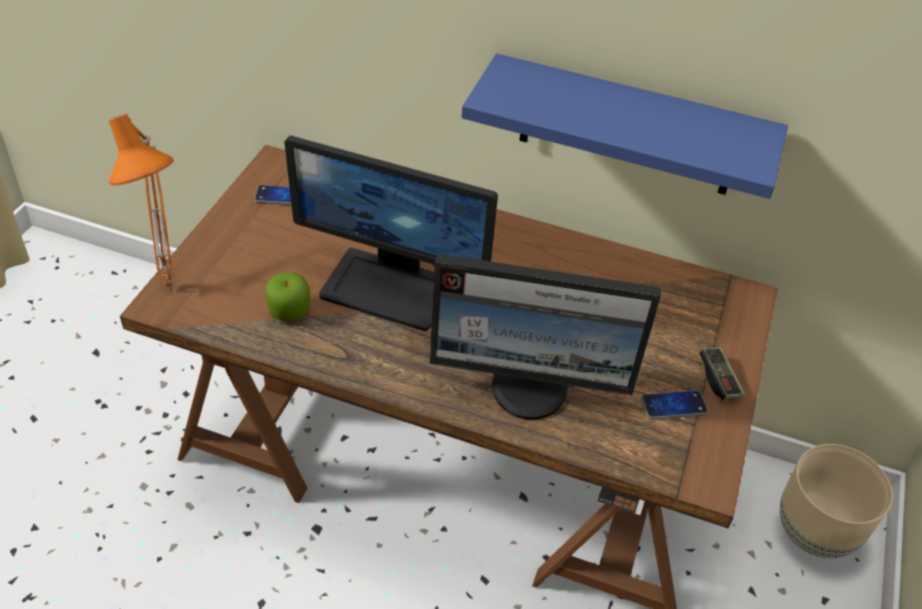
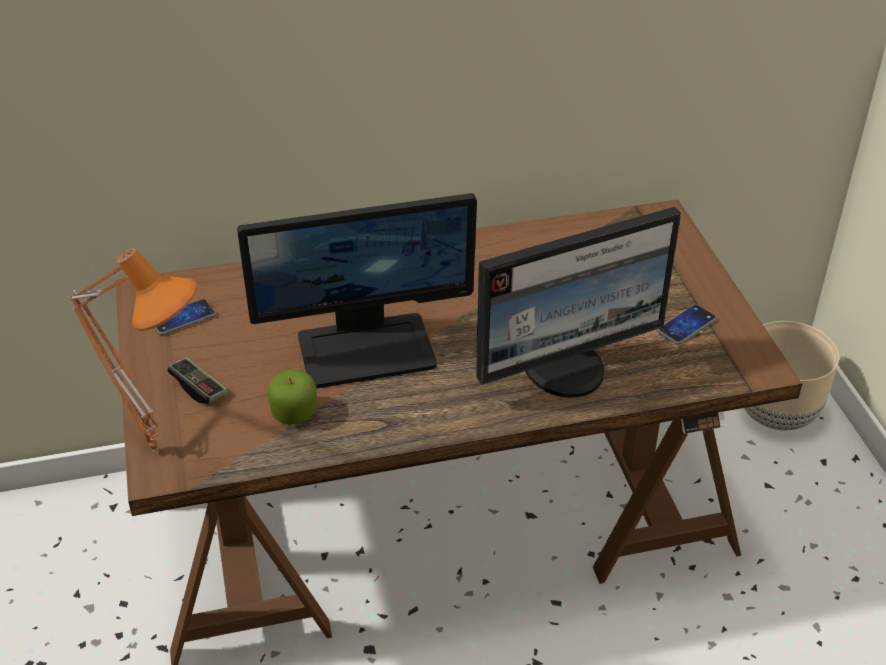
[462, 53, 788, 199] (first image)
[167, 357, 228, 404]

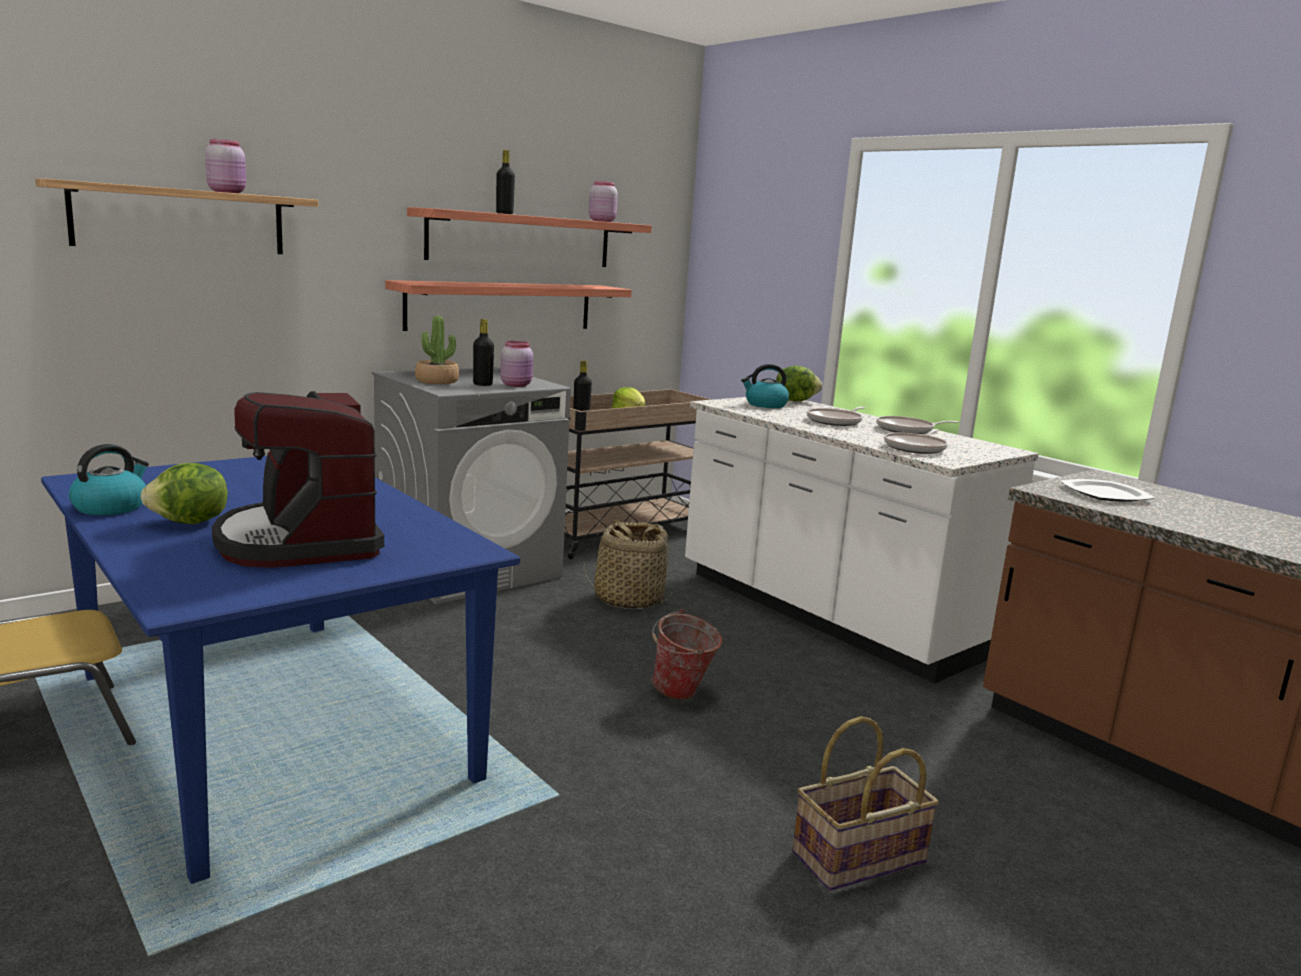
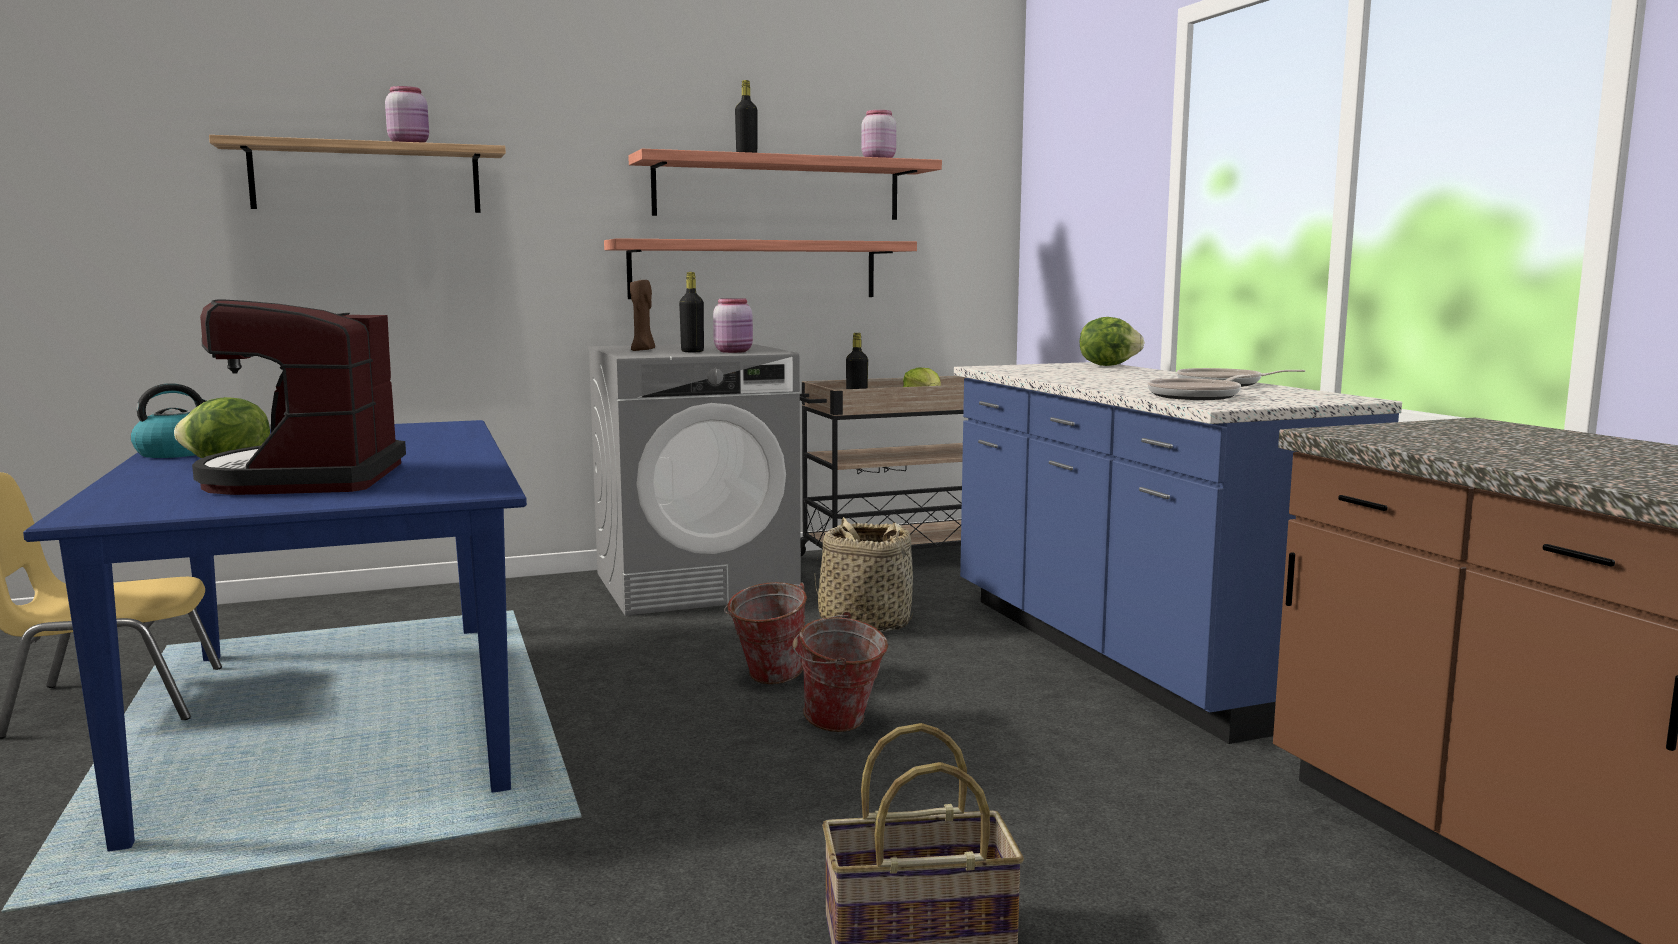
[630, 278, 655, 351]
[954, 362, 1402, 744]
[741, 364, 789, 408] (first image)
[807, 407, 865, 426] (first image)
[1060, 479, 1155, 502] (first image)
[724, 582, 807, 684]

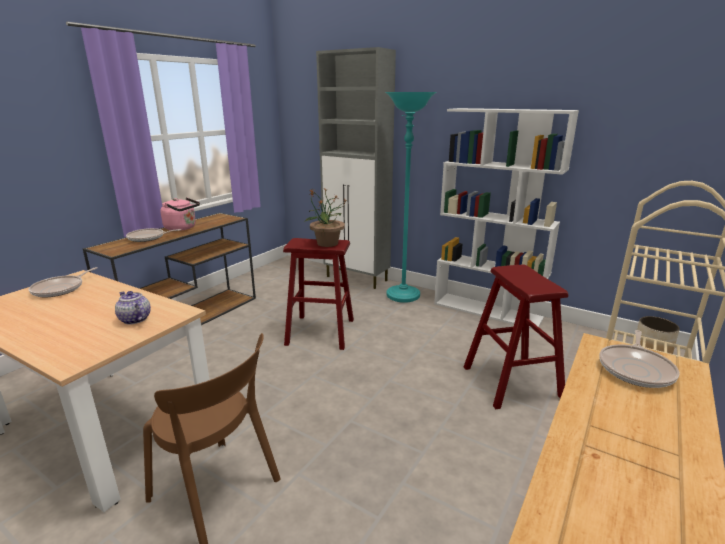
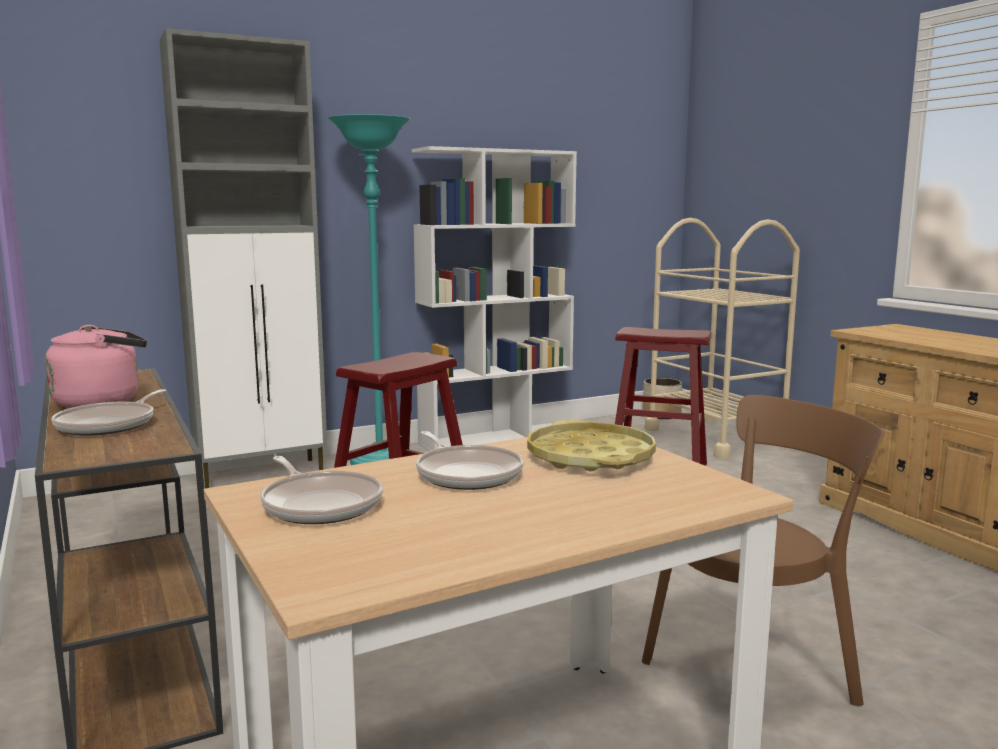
[527, 420, 656, 471]
[304, 188, 347, 247] (first image)
[416, 431, 524, 490]

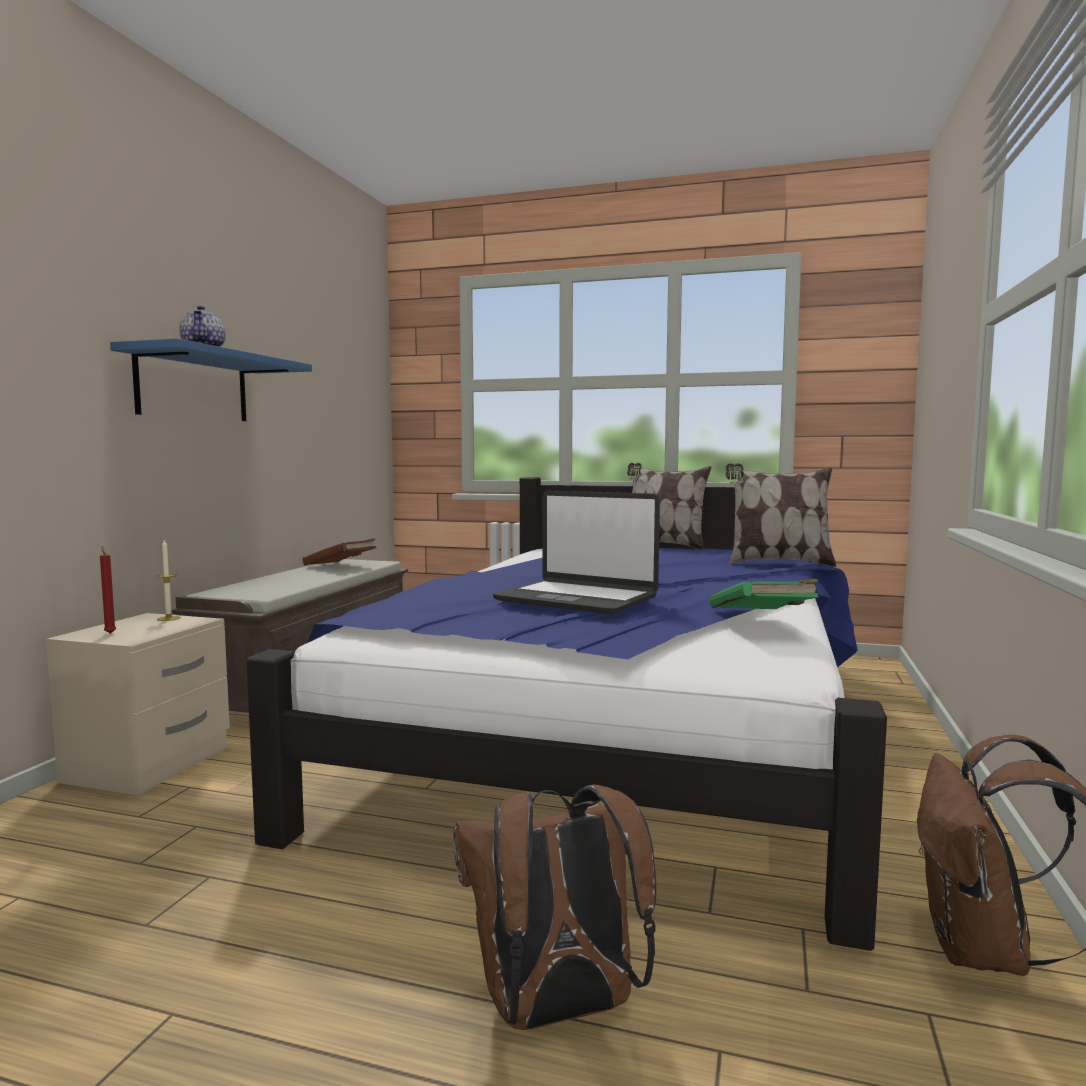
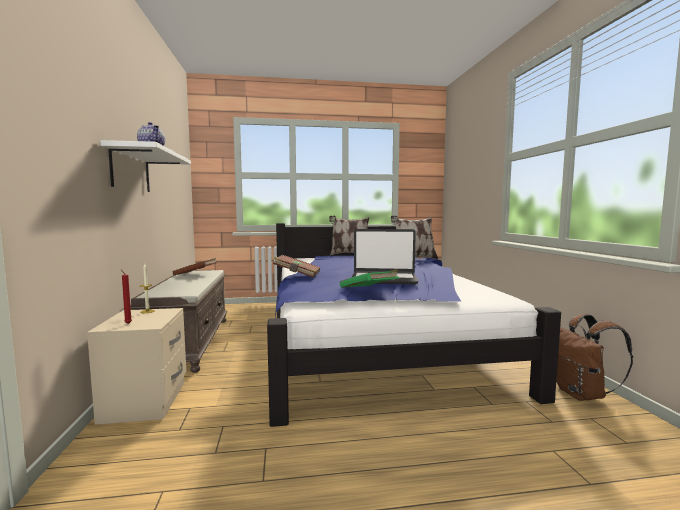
[100, 140, 191, 192]
[453, 784, 656, 1030] (first image)
[340, 269, 399, 288]
[273, 255, 320, 278]

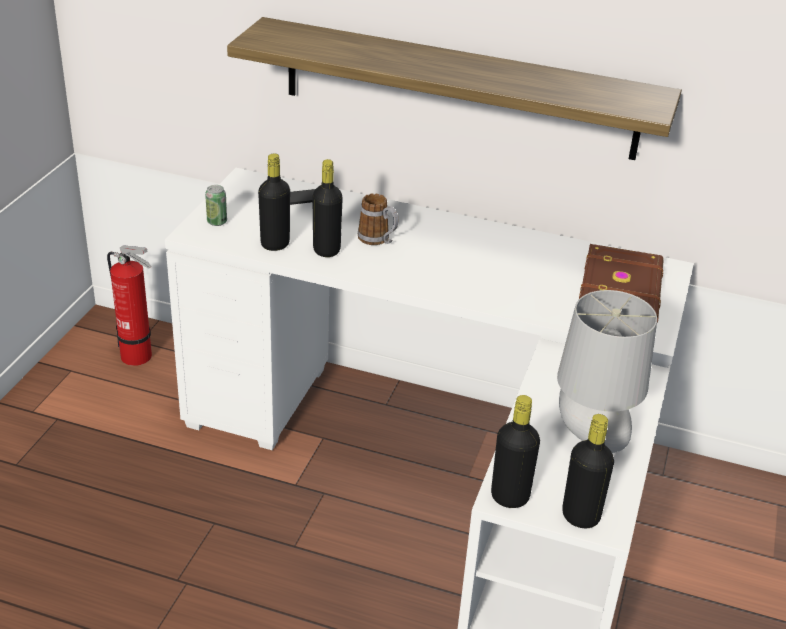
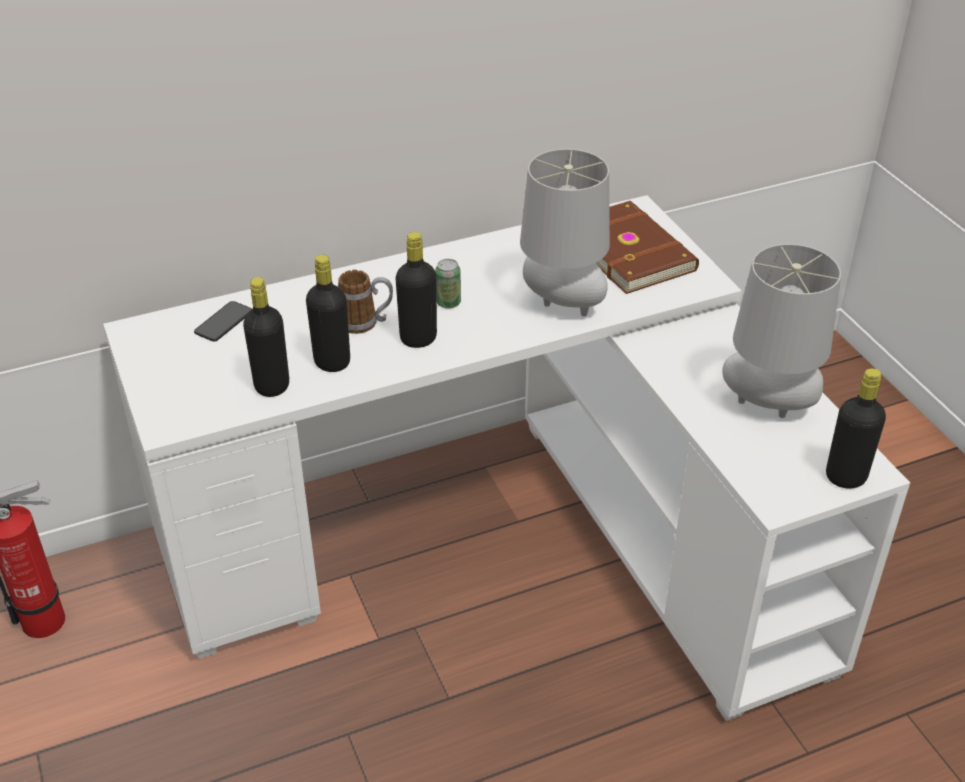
[435, 259, 461, 309]
[227, 17, 682, 160] (first image)
[395, 232, 437, 348]
[520, 149, 610, 317]

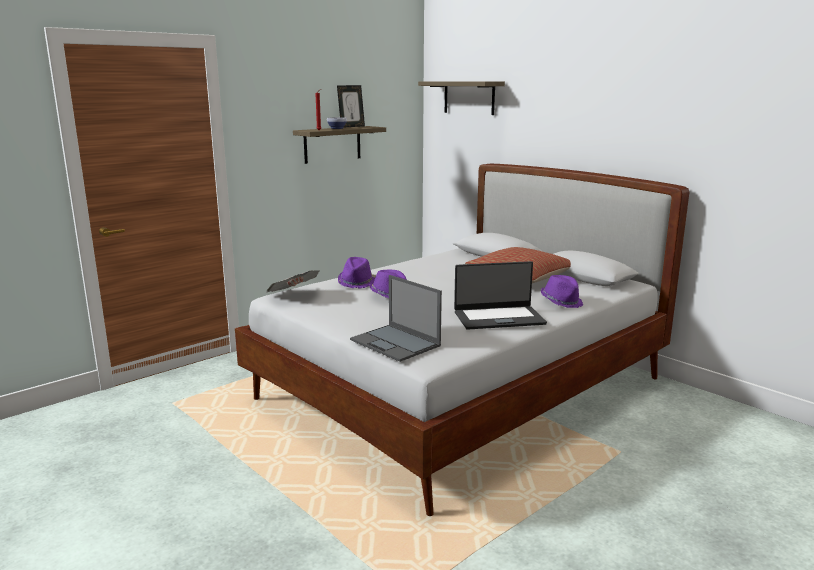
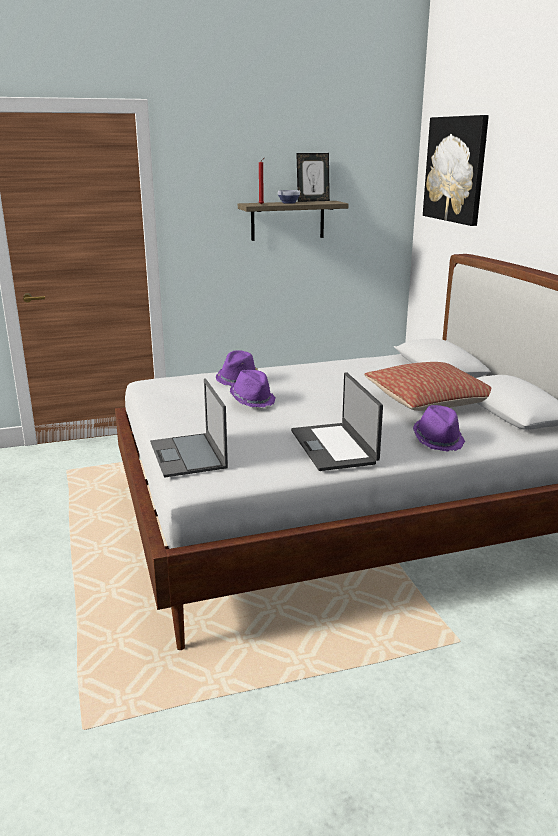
[266, 270, 319, 292] (first image)
[423, 115, 489, 226]
[291, 372, 383, 471]

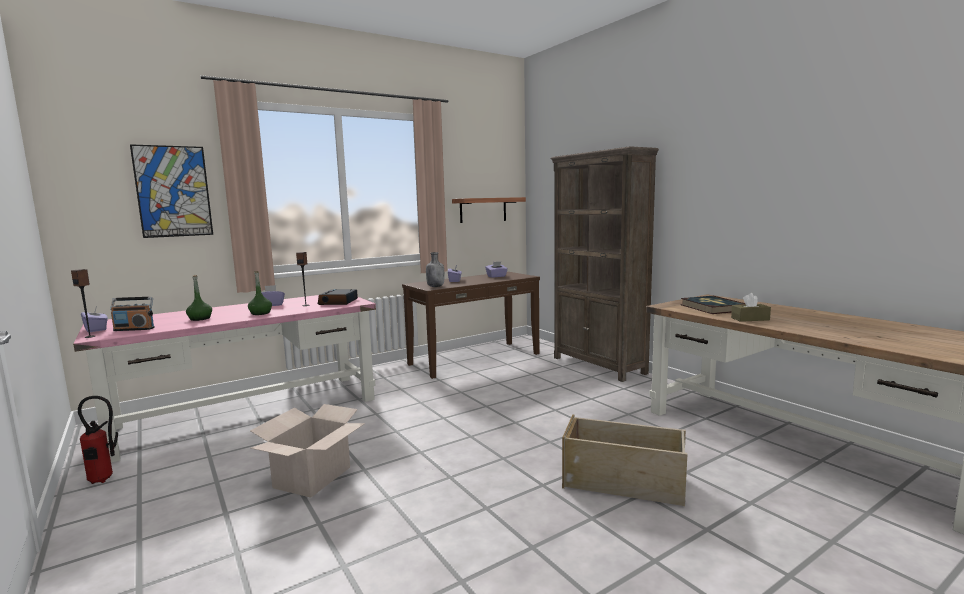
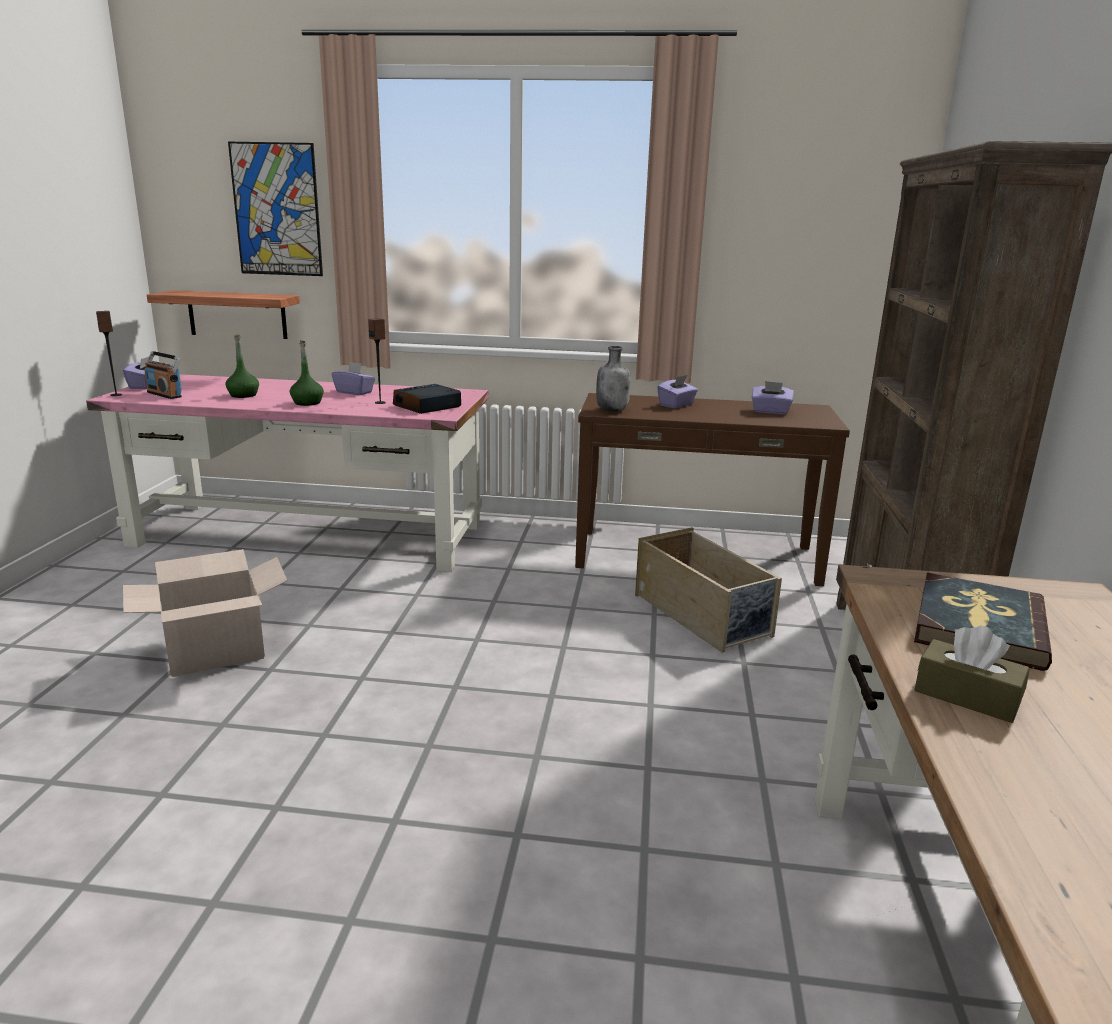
[78, 396, 118, 484] (first image)
[147, 290, 300, 339]
[635, 527, 782, 653]

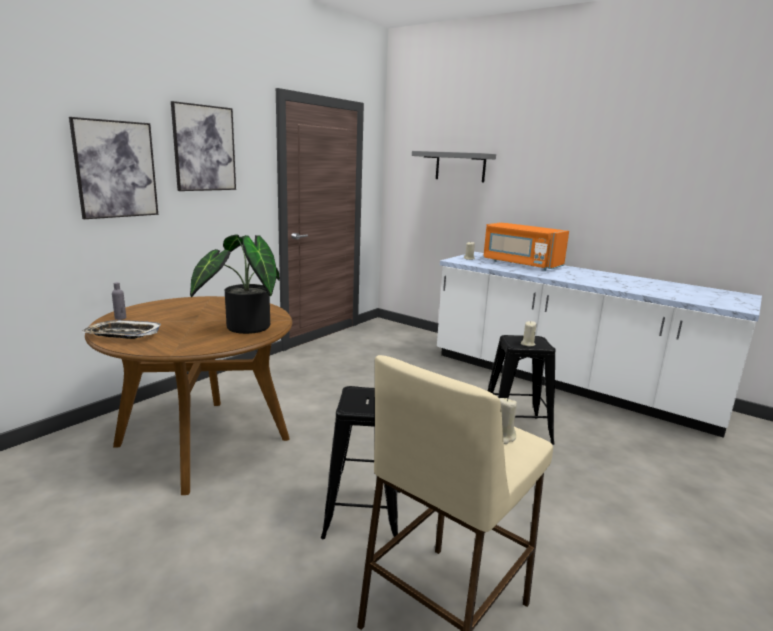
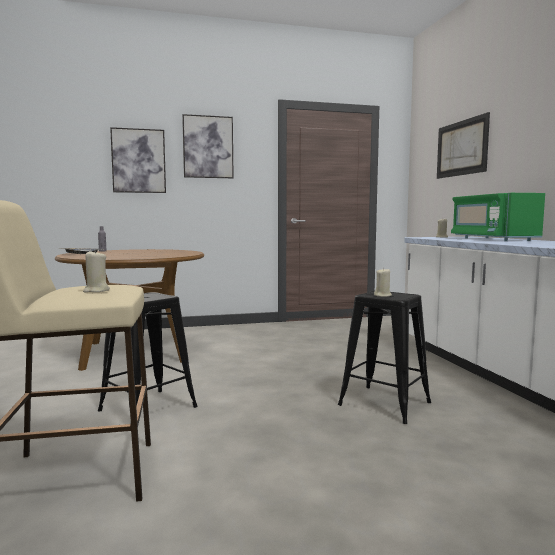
[190, 235, 280, 334] (first image)
[437, 112, 490, 179]
[451, 193, 545, 241]

